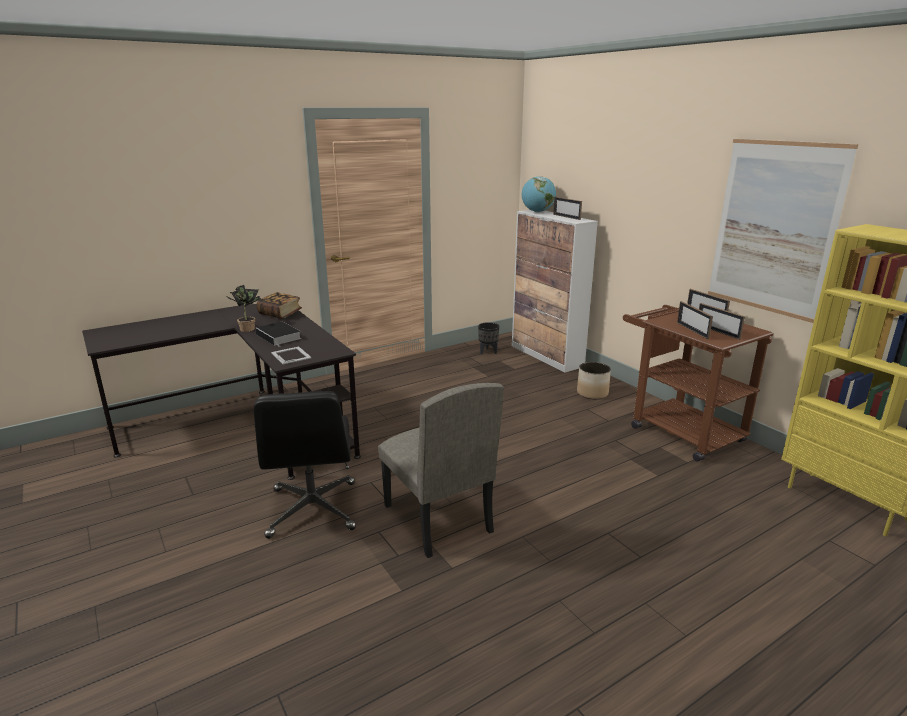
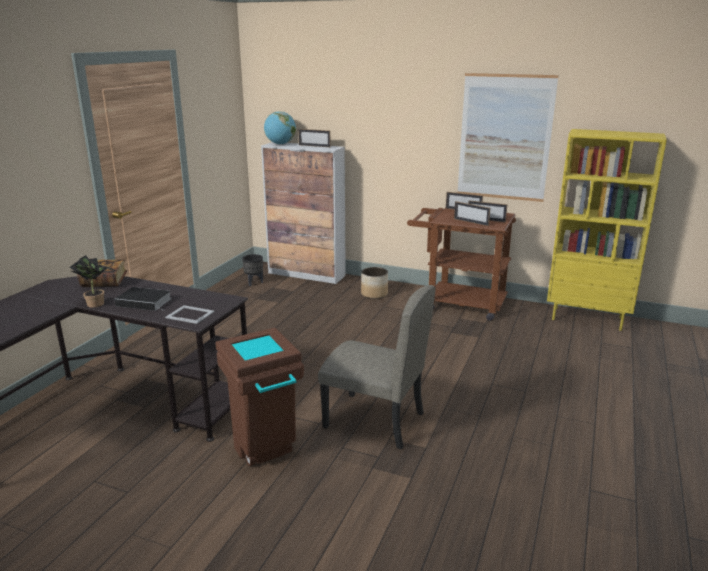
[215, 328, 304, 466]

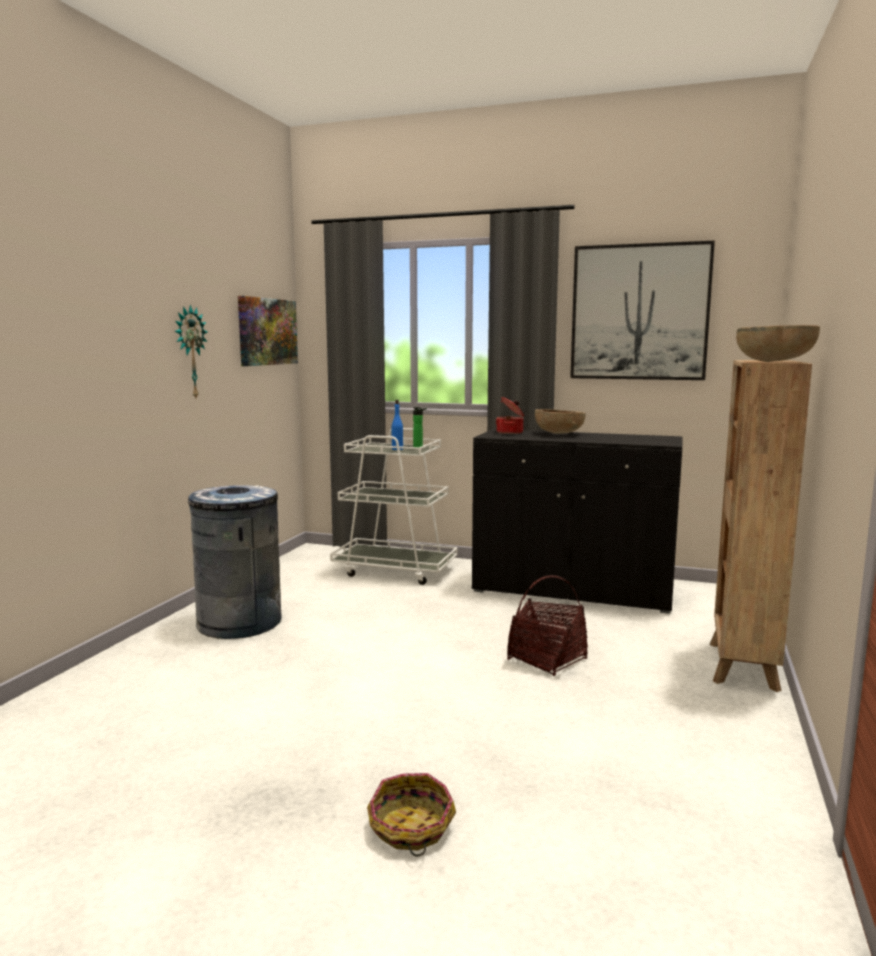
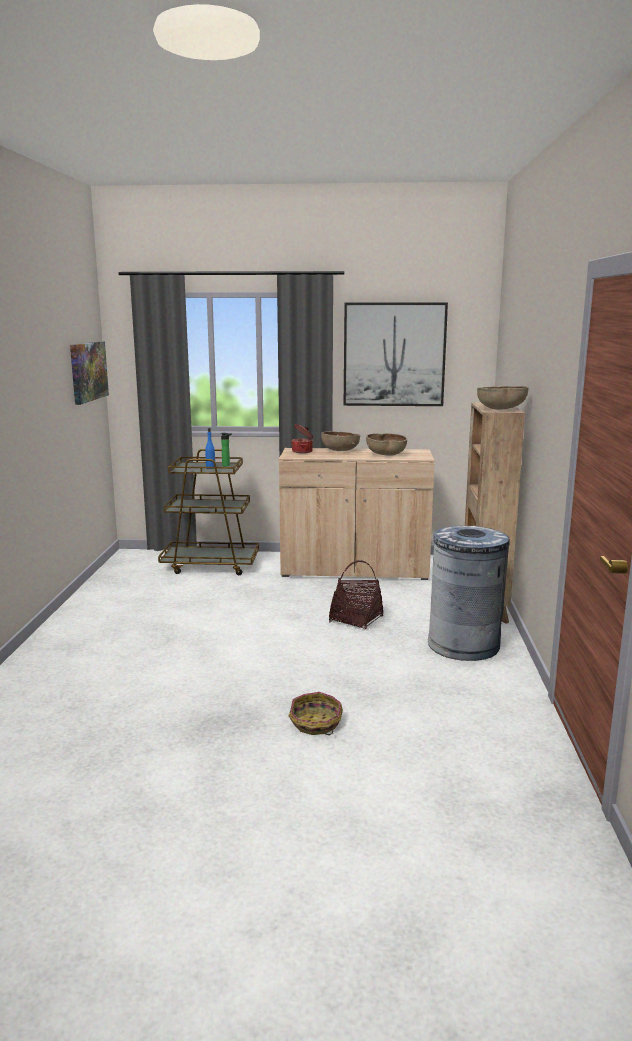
[175, 305, 207, 398] (first image)
[428, 526, 510, 661]
[158, 449, 259, 575]
[279, 448, 435, 580]
[366, 433, 407, 456]

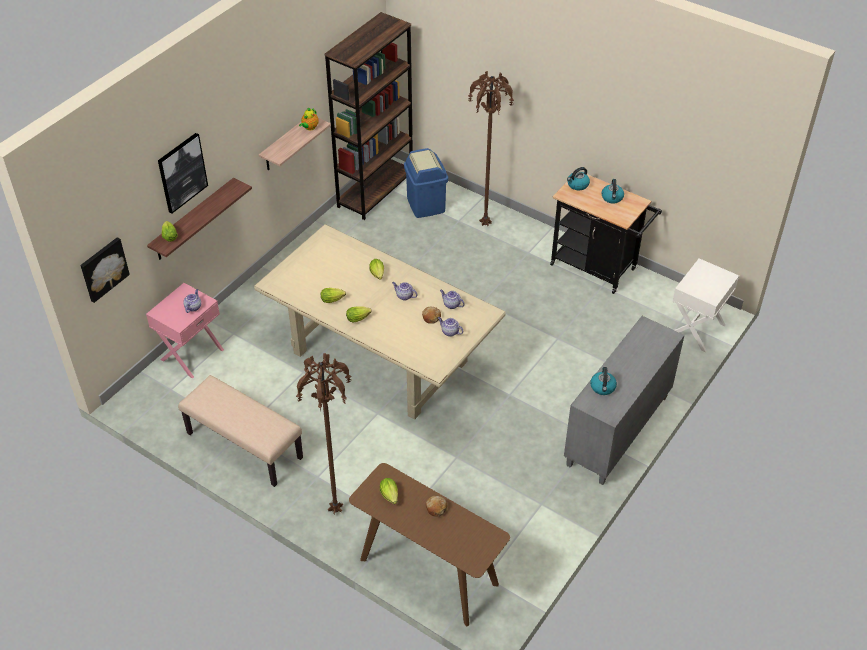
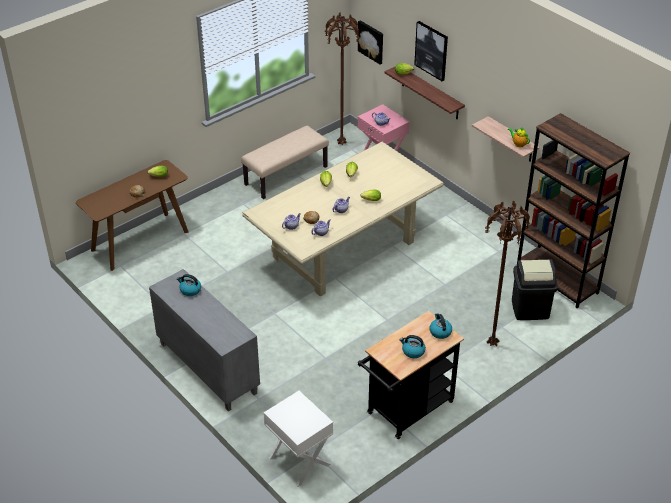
[325, 12, 360, 145]
[512, 259, 558, 320]

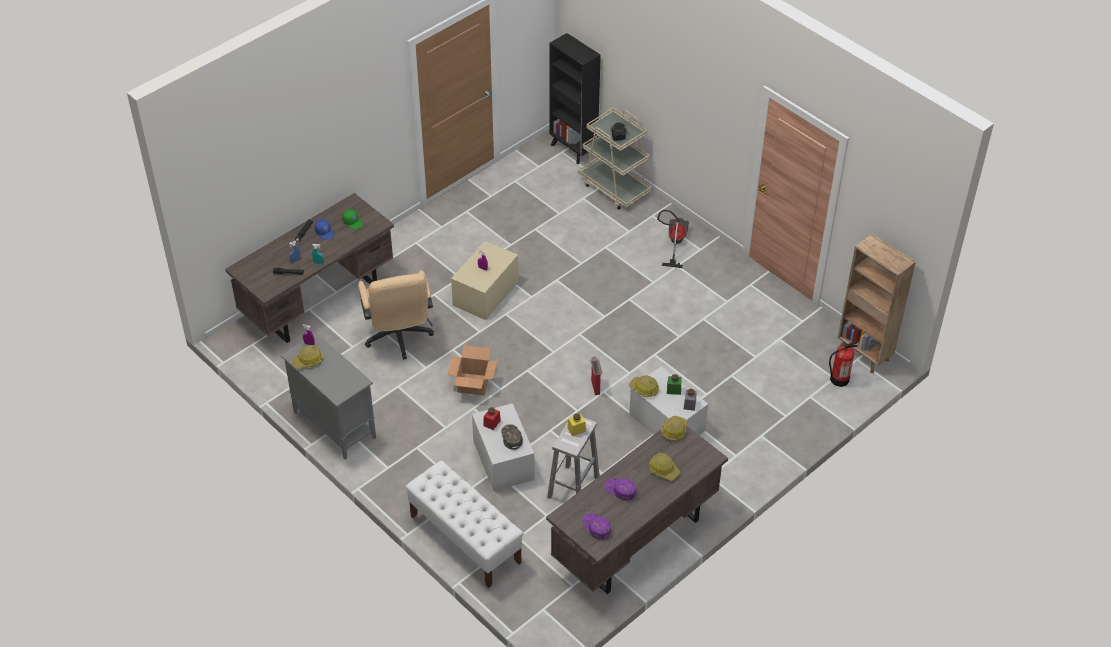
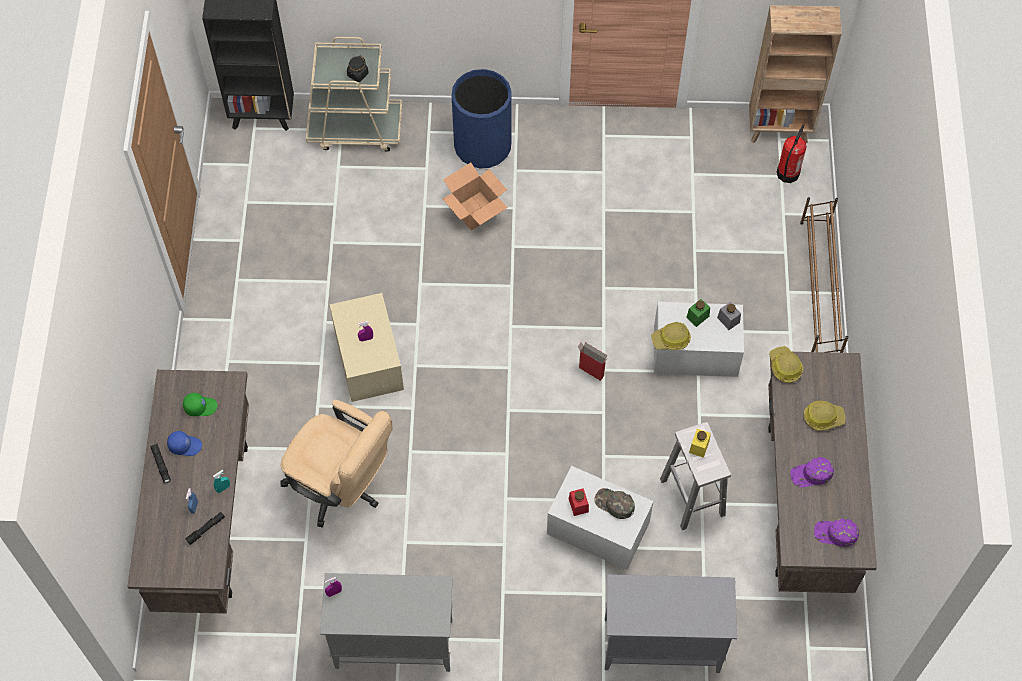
[292, 345, 323, 369] (first image)
[605, 574, 737, 673]
[443, 163, 508, 231]
[452, 69, 512, 169]
[800, 197, 848, 353]

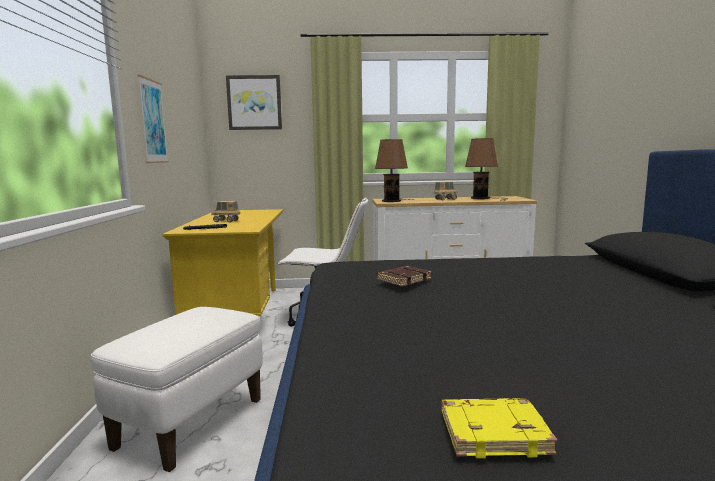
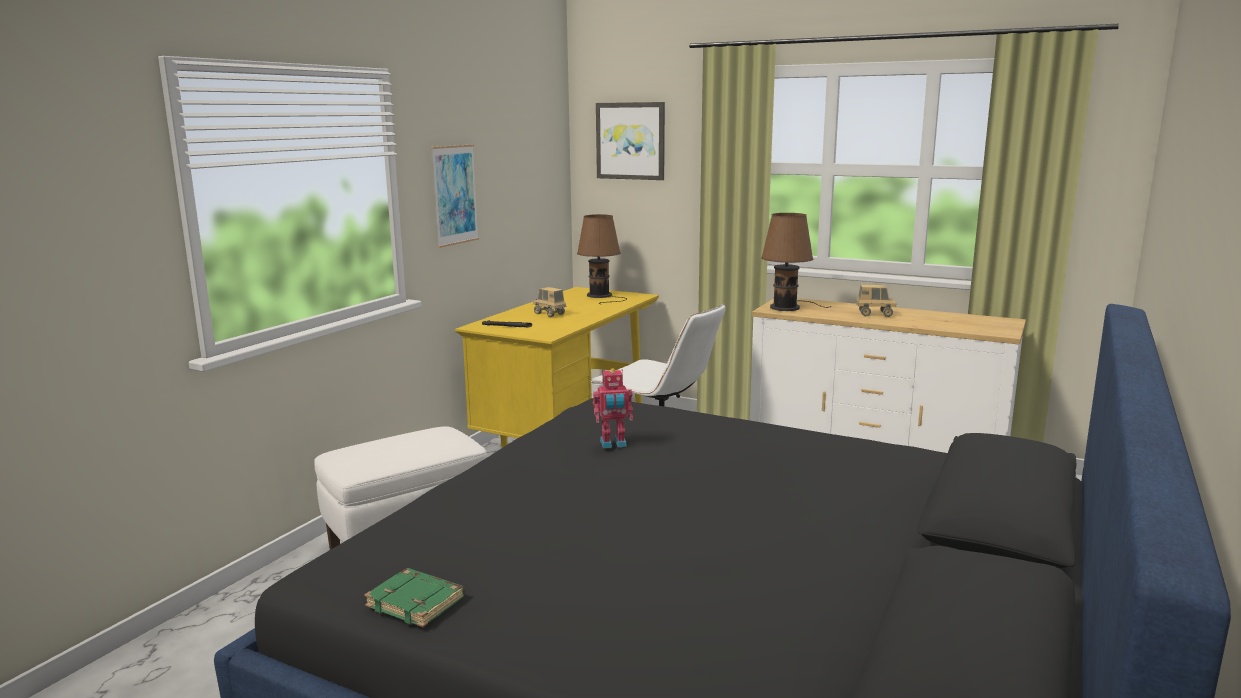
[593, 368, 633, 448]
[364, 568, 465, 627]
[577, 214, 627, 304]

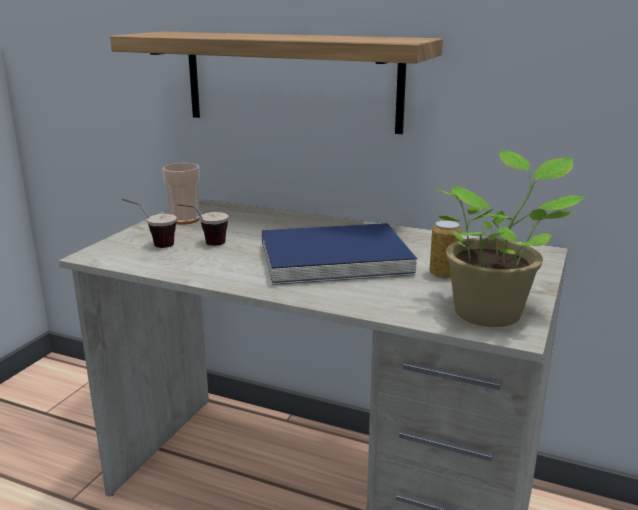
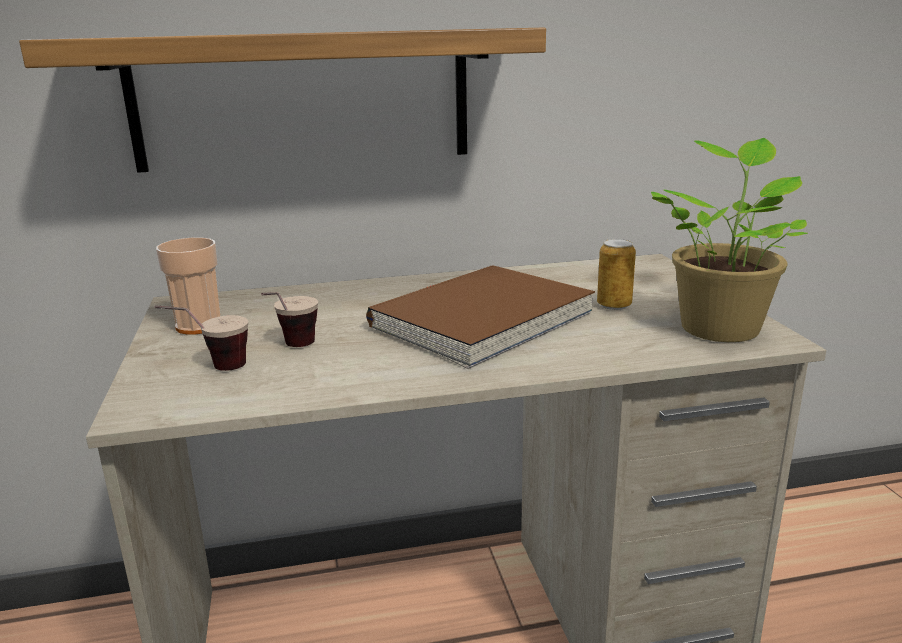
[366, 265, 595, 369]

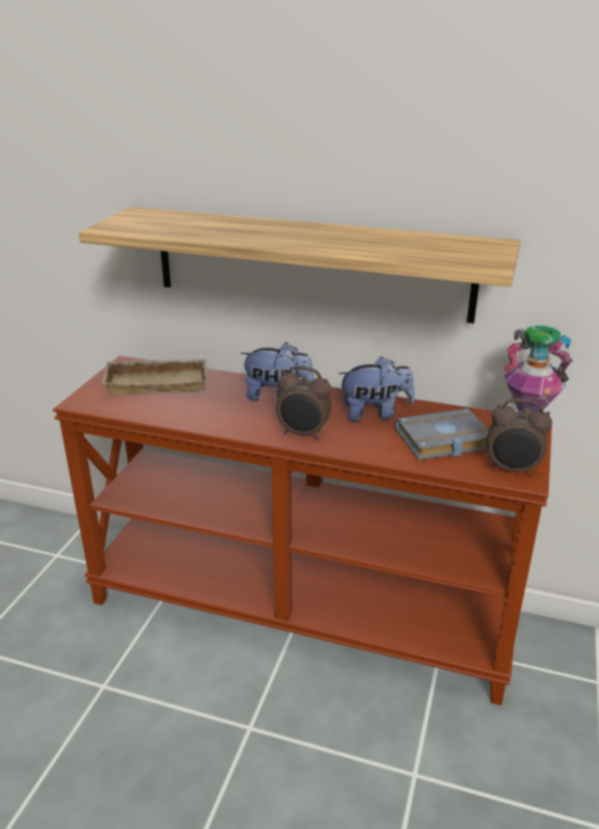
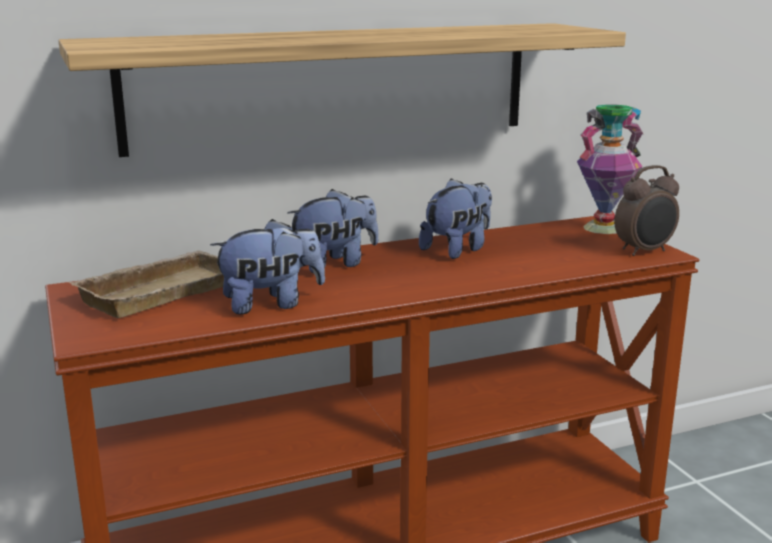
[276, 366, 331, 439] (first image)
[395, 409, 488, 460] (first image)
[210, 219, 325, 314]

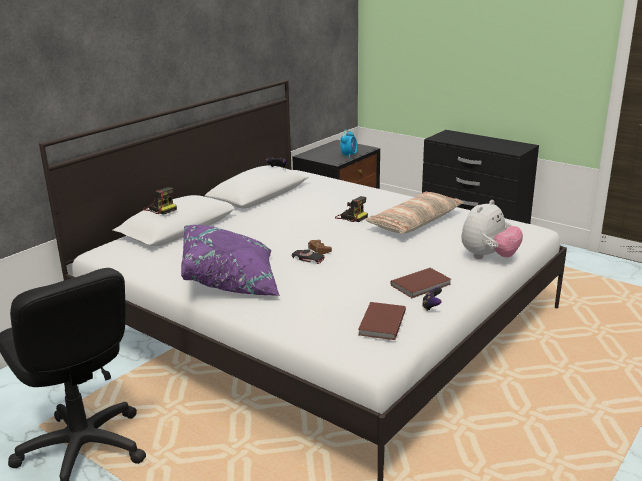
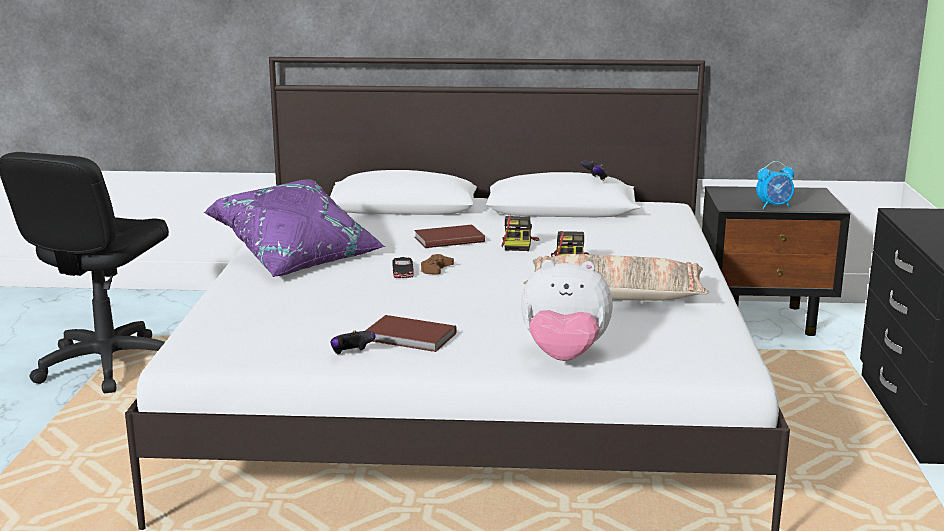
[502, 216, 540, 251]
[414, 225, 485, 248]

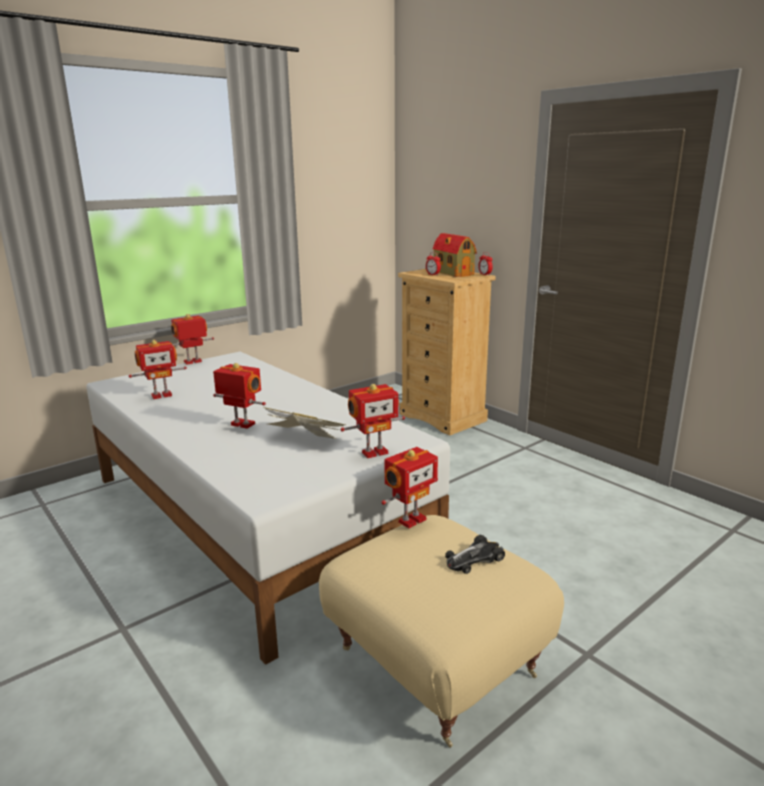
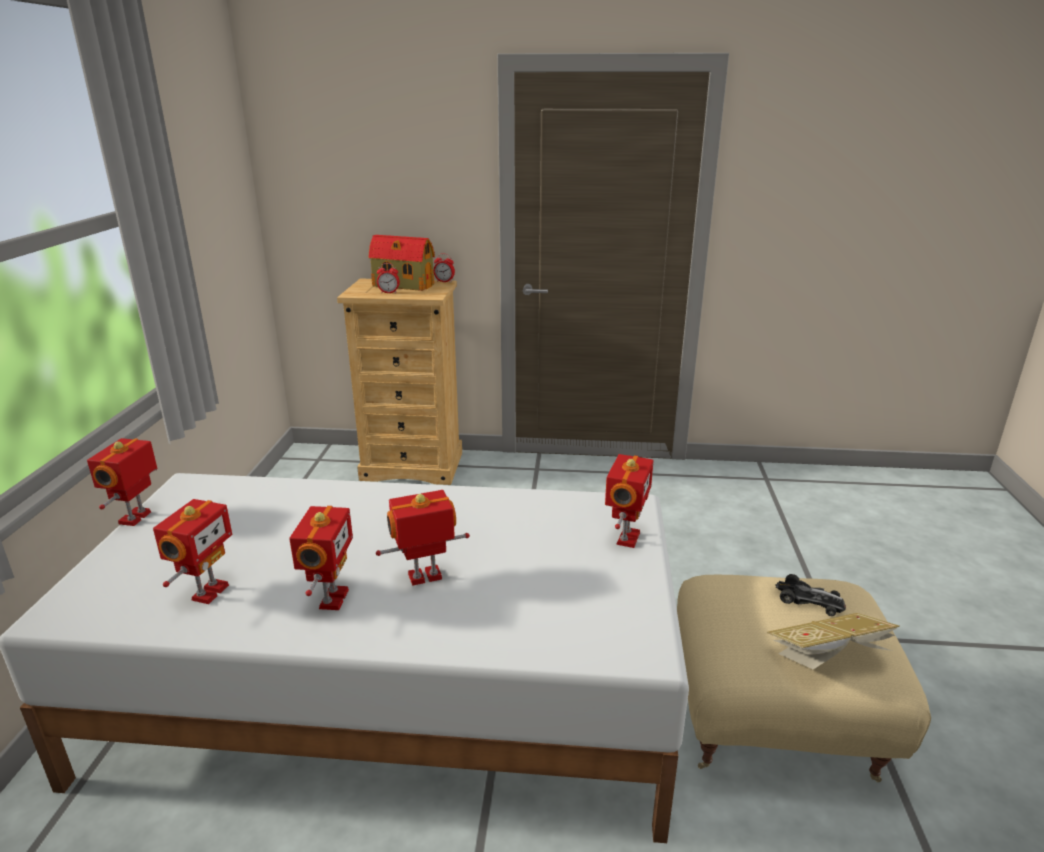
[767, 613, 900, 669]
[289, 506, 353, 610]
[775, 574, 846, 616]

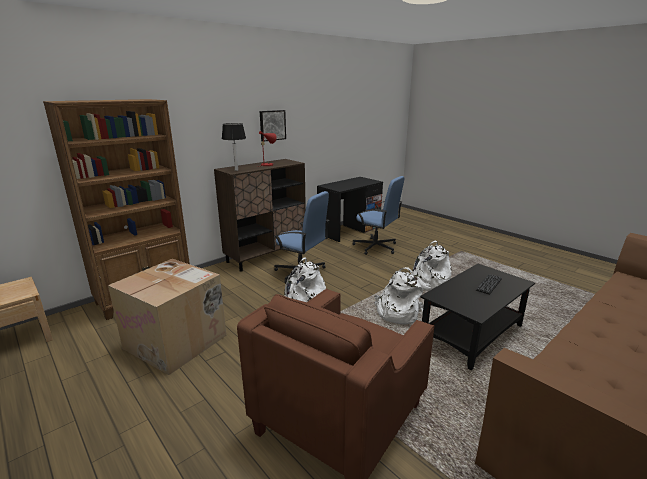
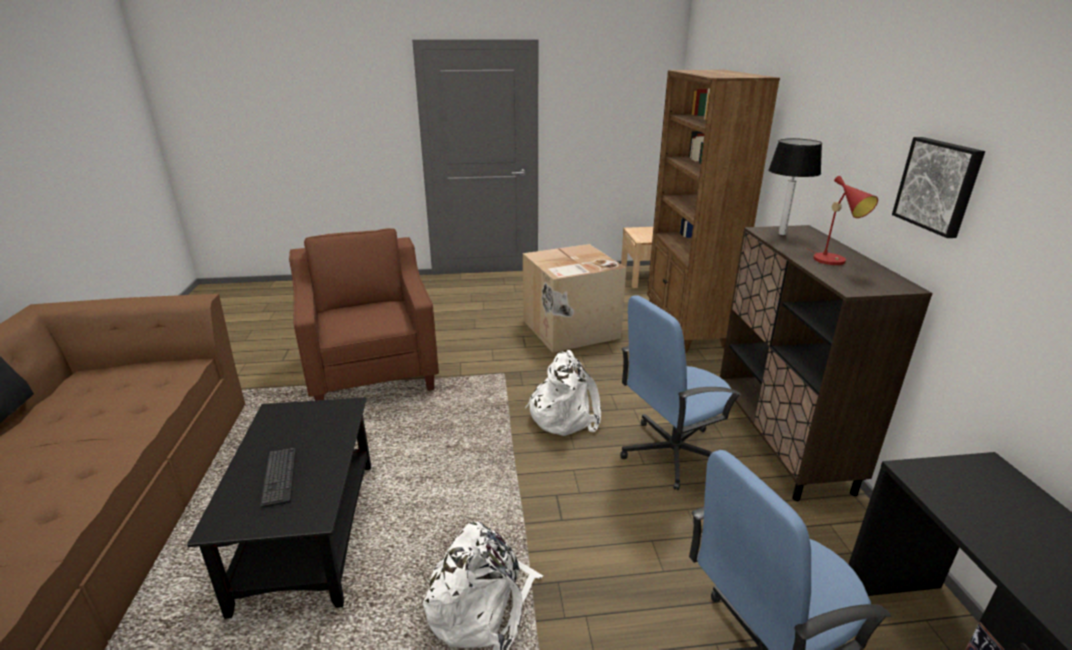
[374, 267, 424, 324] (first image)

